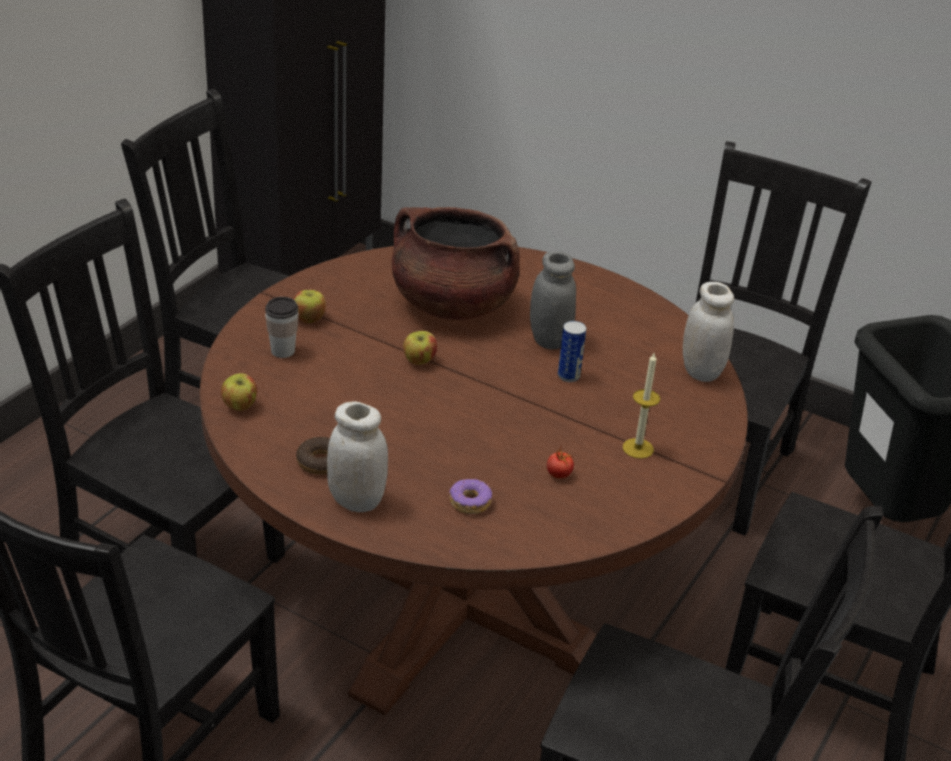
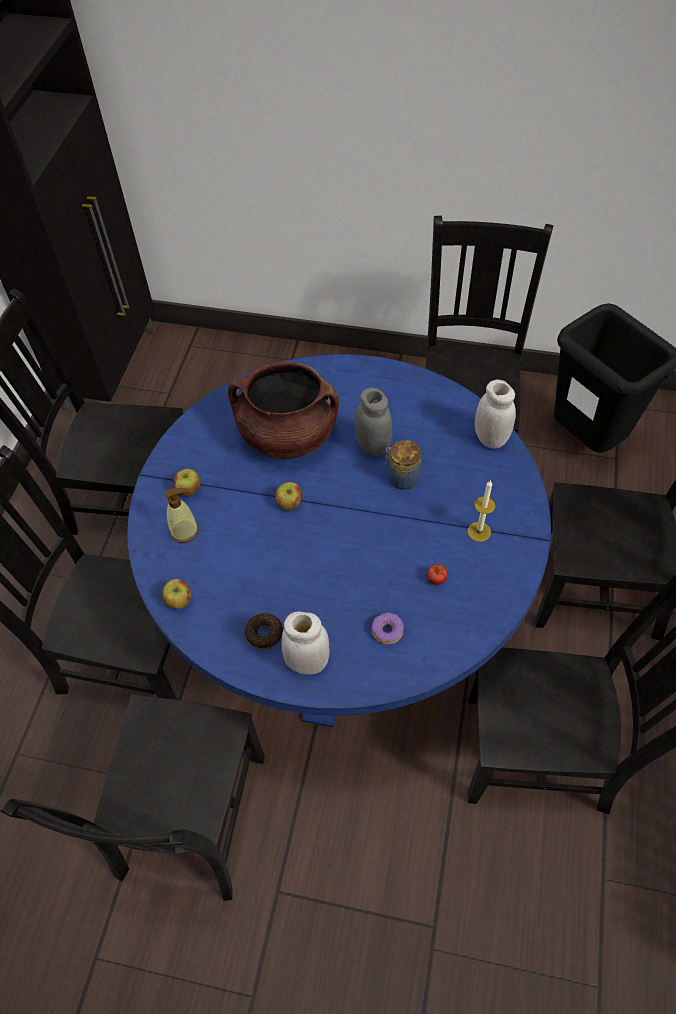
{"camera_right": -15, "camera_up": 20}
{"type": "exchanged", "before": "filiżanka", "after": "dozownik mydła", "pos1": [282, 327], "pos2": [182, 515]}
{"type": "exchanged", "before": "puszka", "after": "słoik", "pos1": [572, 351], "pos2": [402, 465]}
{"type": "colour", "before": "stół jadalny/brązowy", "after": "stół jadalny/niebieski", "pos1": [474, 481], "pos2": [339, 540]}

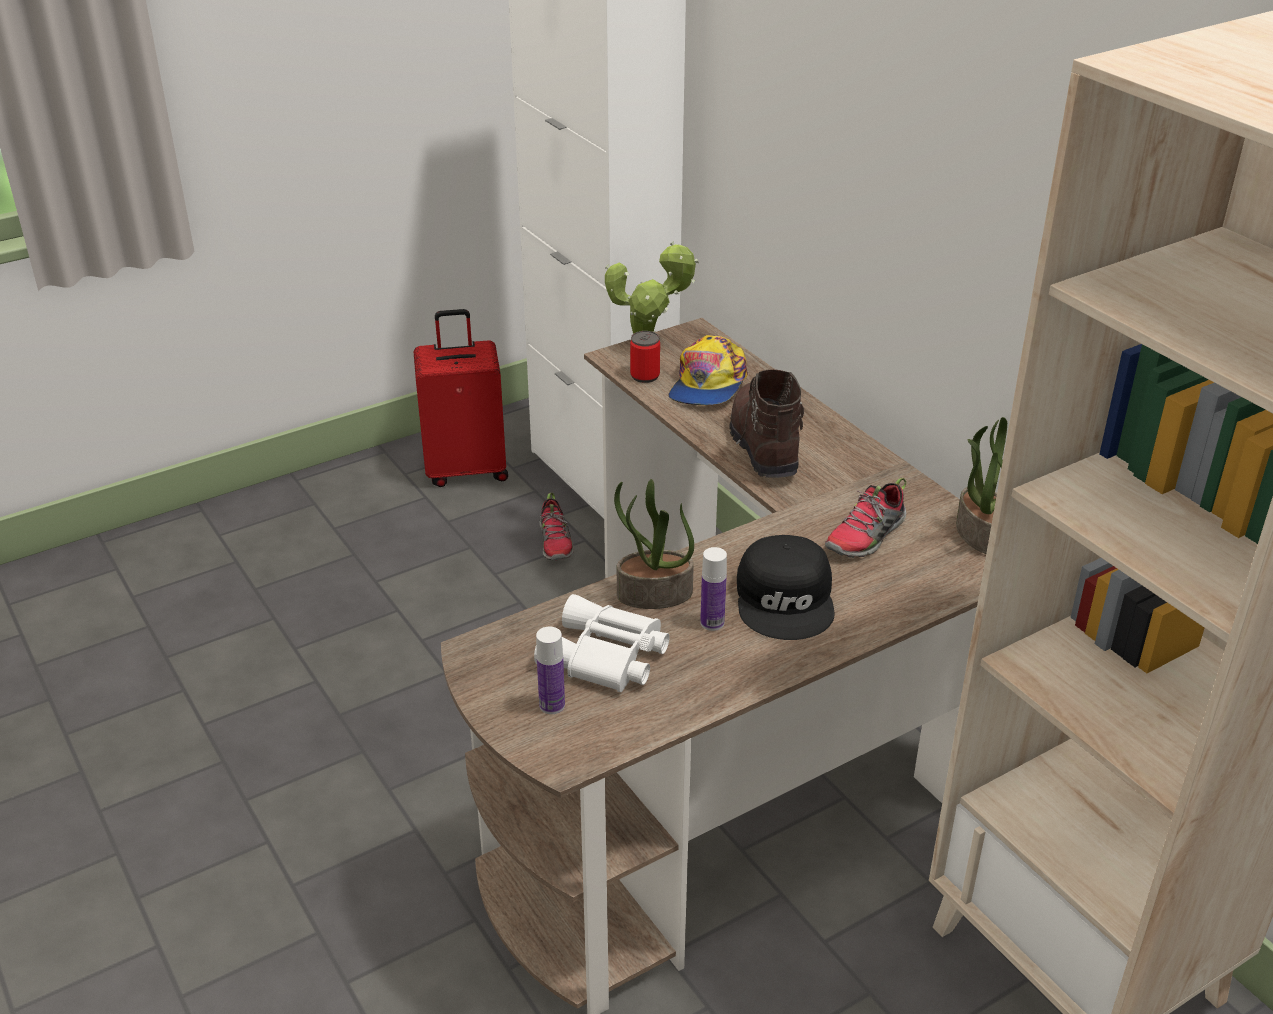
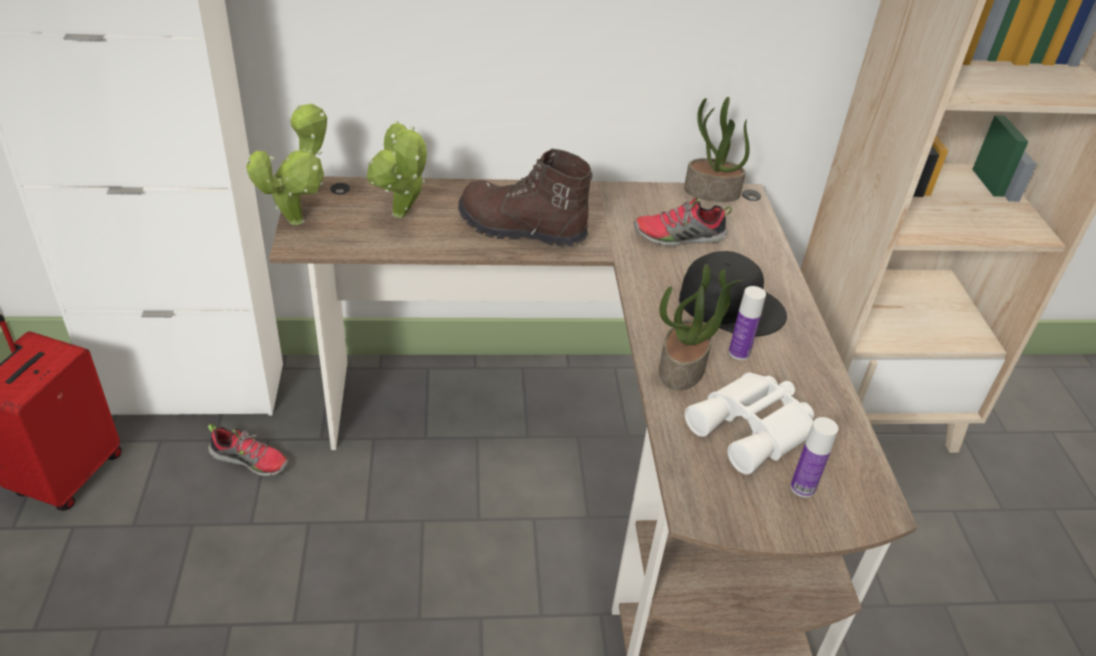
{"camera_right": -65, "camera_up": 5}
{"type": "missing", "before": "puszka", "pos1": [645, 357]}
{"type": "exchanged", "before": "czapka z daszkiem", "after": "roślina doniczkowa", "pos1": [708, 370], "pos2": [397, 169]}
{"type": "spun", "before": "but", "pos1": [865, 518], "pos2": [683, 221], "turn": 105}

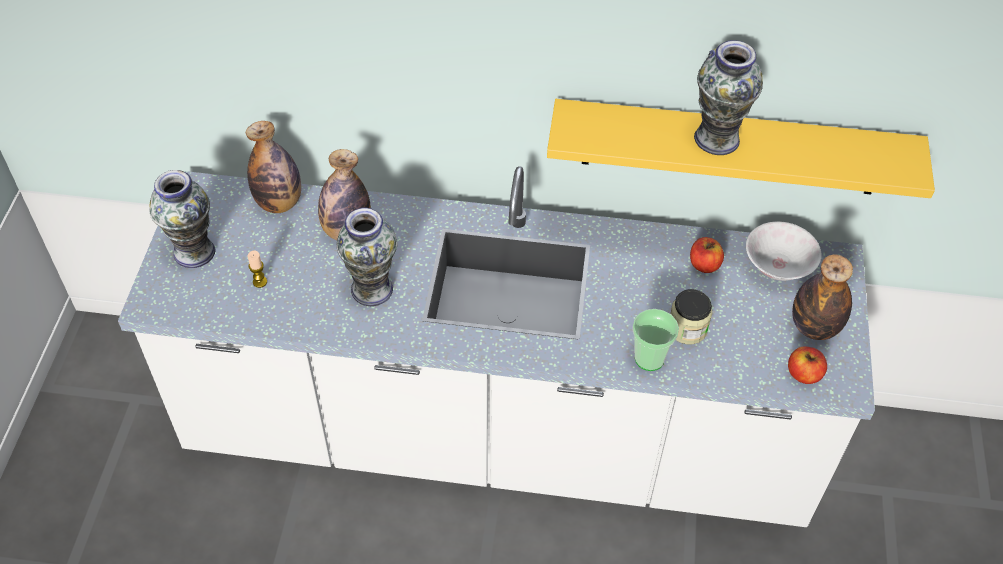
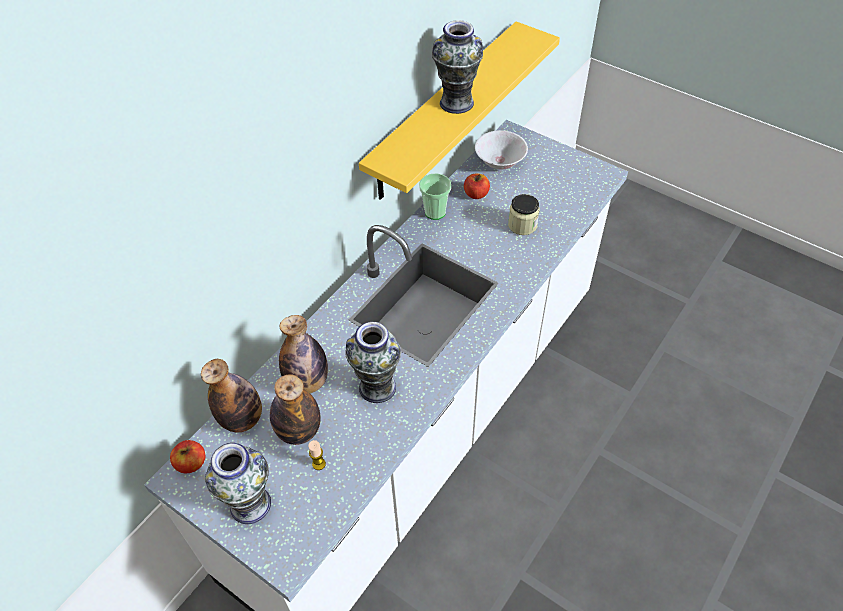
{"camera_right": -60, "camera_up": 0}
{"type": "relocated", "before": "filiżanka", "pos1": [655, 340], "pos2": [435, 196]}
{"type": "relocated", "before": "jabłko", "pos1": [807, 365], "pos2": [187, 457]}
{"type": "relocated", "before": "butelka", "pos1": [822, 297], "pos2": [295, 409]}

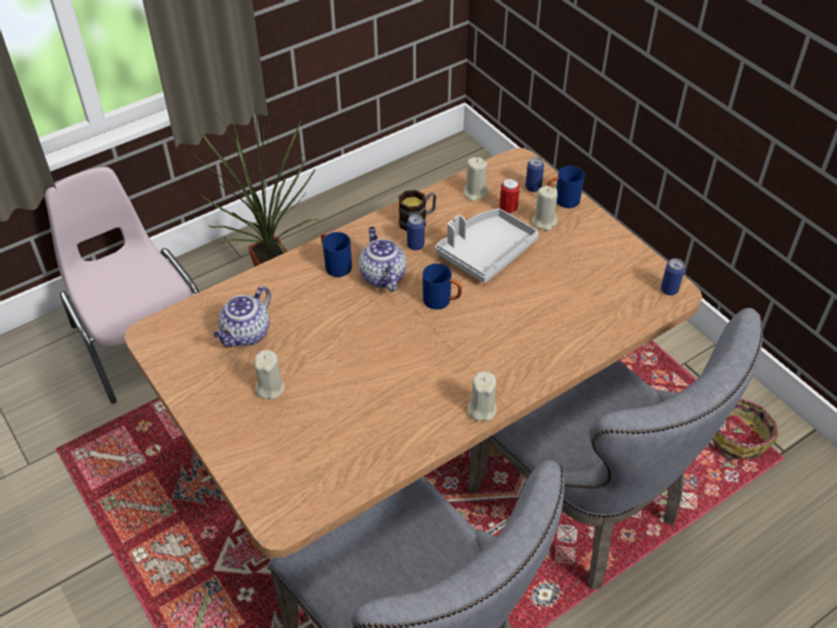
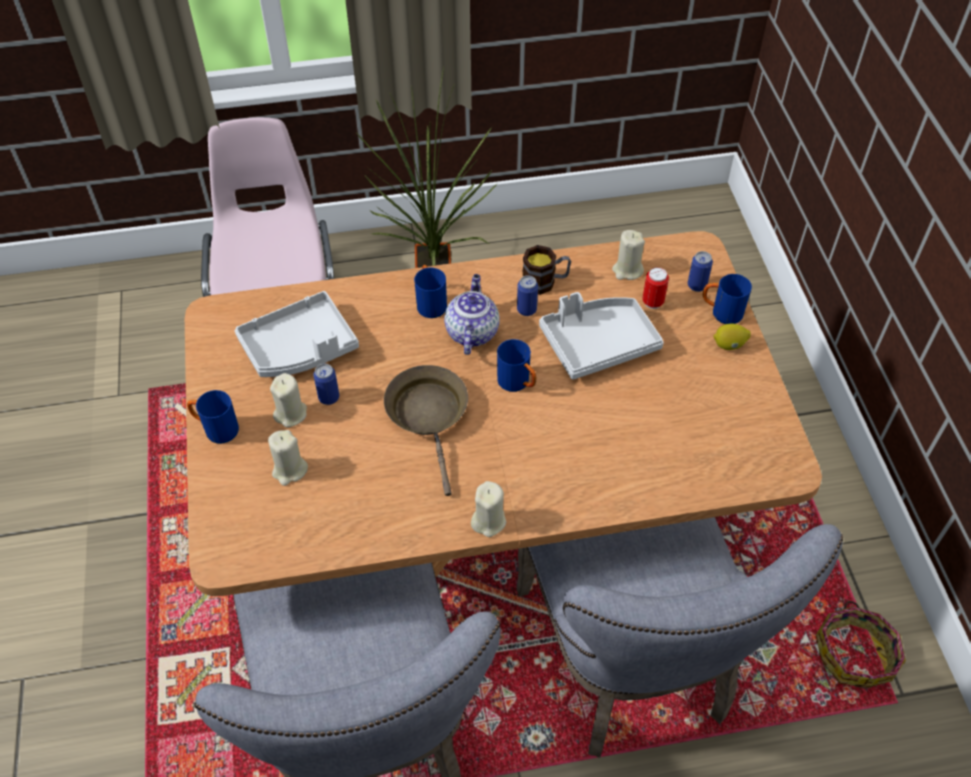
{"camera_right": 25, "camera_up": 5}
{"type": "appeared", "after": "kubek/niebieski", "pos2": [213, 417]}
{"type": "appeared", "after": "patelnia/brązowy", "pos2": [426, 430]}
{"type": "appeared", "after": "cytryna", "pos2": [732, 337]}
{"type": "relocated", "before": "świeca/beżowy", "pos1": [545, 208], "pos2": [288, 458]}
{"type": "relocated", "before": "puszka", "pos1": [673, 276], "pos2": [326, 384]}
{"type": "exchanged", "before": "imbryk", "after": "taca/szary", "pos1": [242, 316], "pos2": [297, 334]}

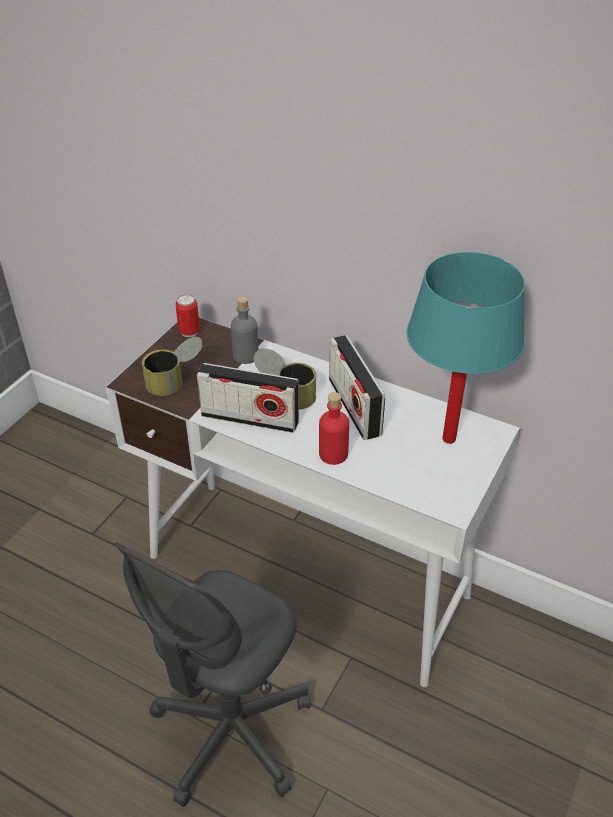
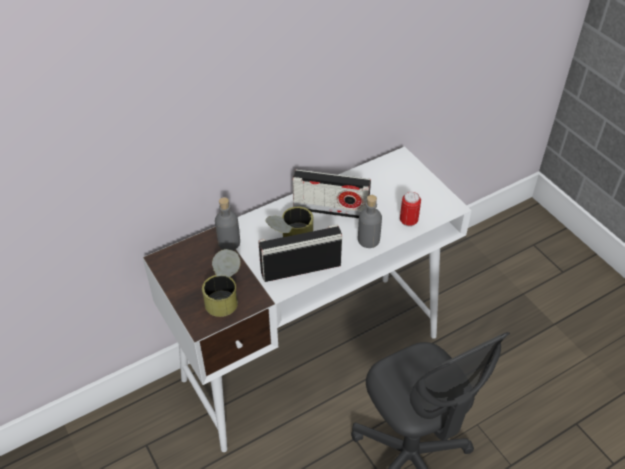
{"camera_right": -60, "camera_up": 5}
{"type": "missing", "before": "lampa stołowa/turkusowy", "pos1": [466, 348]}
{"type": "relocated", "before": "puszka", "pos1": [188, 316], "pos2": [410, 209]}
{"type": "colour", "before": "butelka/czerwony", "after": "butelka/szary", "pos1": [334, 428], "pos2": [370, 221]}
{"type": "spun", "before": "radio", "pos1": [248, 398], "pos2": [300, 253], "turn": -150}

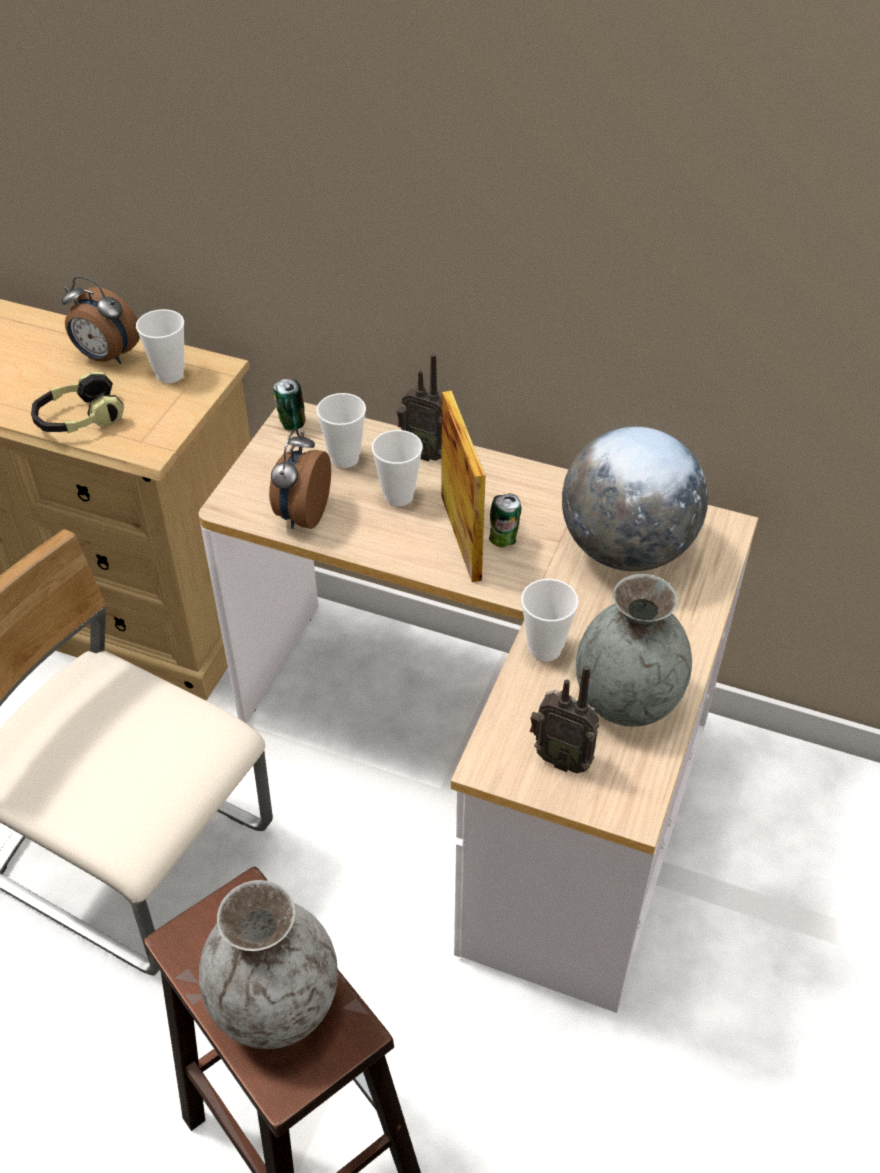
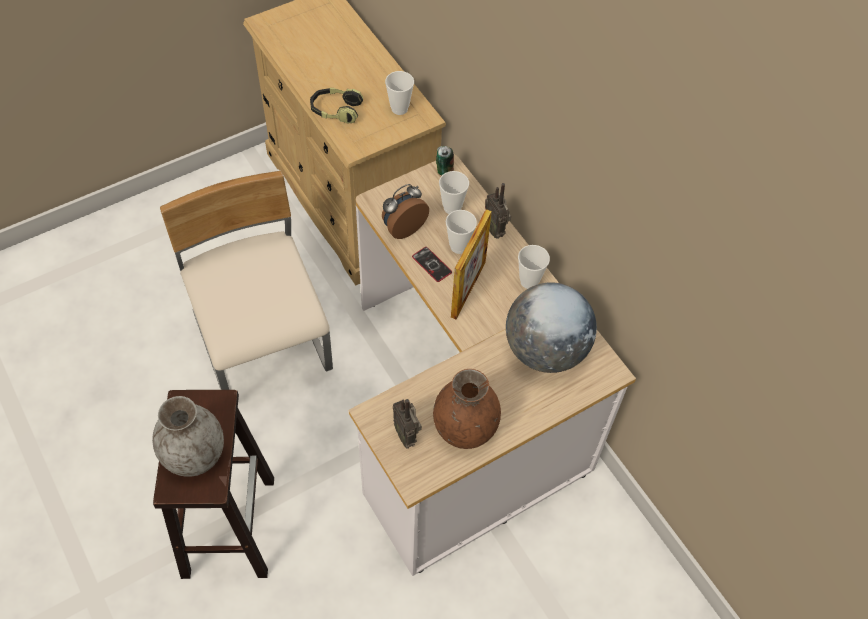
{"camera_right": 35, "camera_up": 10}
{"type": "missing", "before": "budzik", "pos1": [100, 320]}
{"type": "missing", "before": "puszka", "pos1": [505, 520]}
{"type": "appeared", "after": "telefon", "pos2": [432, 264]}
{"type": "relocated", "before": "filiżanka", "pos1": [550, 620], "pos2": [534, 267]}
{"type": "colour", "before": "wazon/szary", "after": "wazon/brązowy", "pos1": [634, 650], "pos2": [467, 409]}

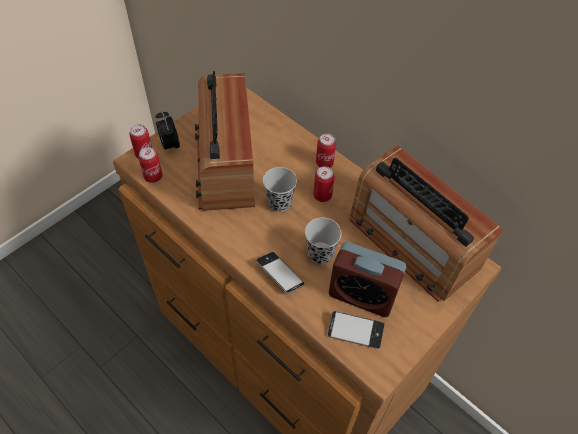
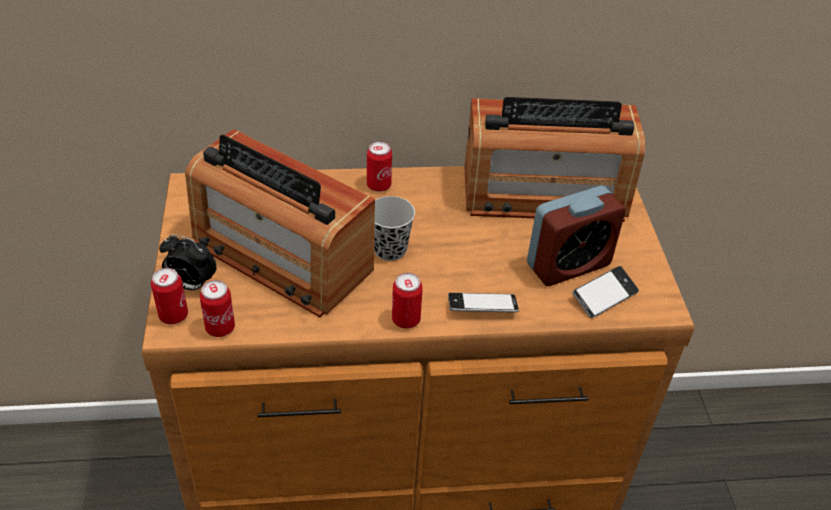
{"camera_right": -50, "camera_up": -10}
{"type": "missing", "before": "filiżanka/czarny", "pos1": [323, 240]}
{"type": "relocated", "before": "puszka", "pos1": [324, 184], "pos2": [407, 301]}

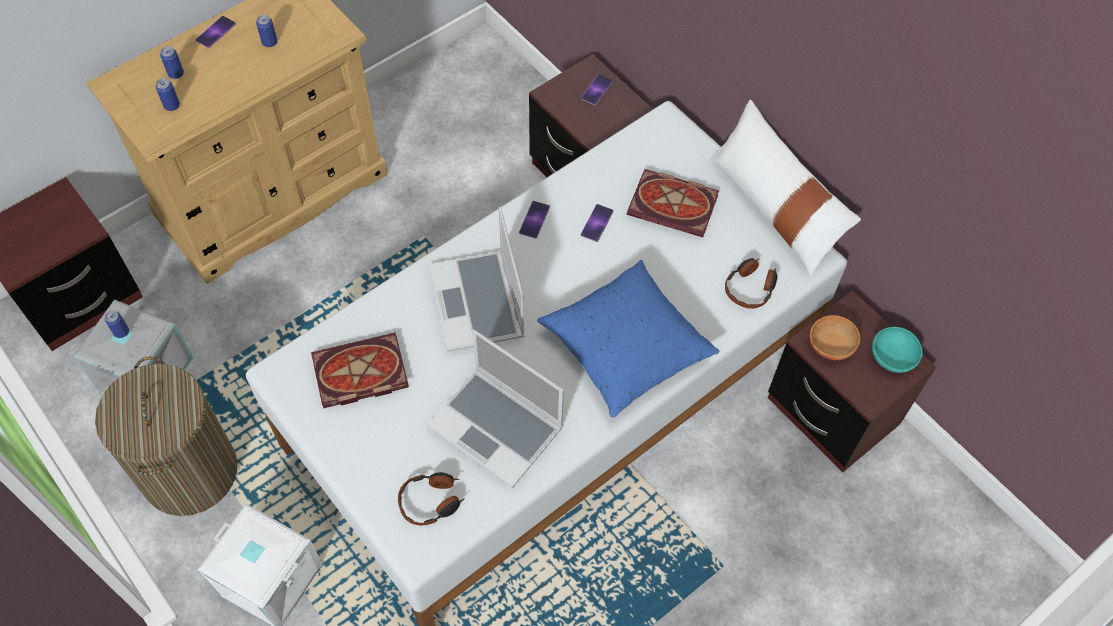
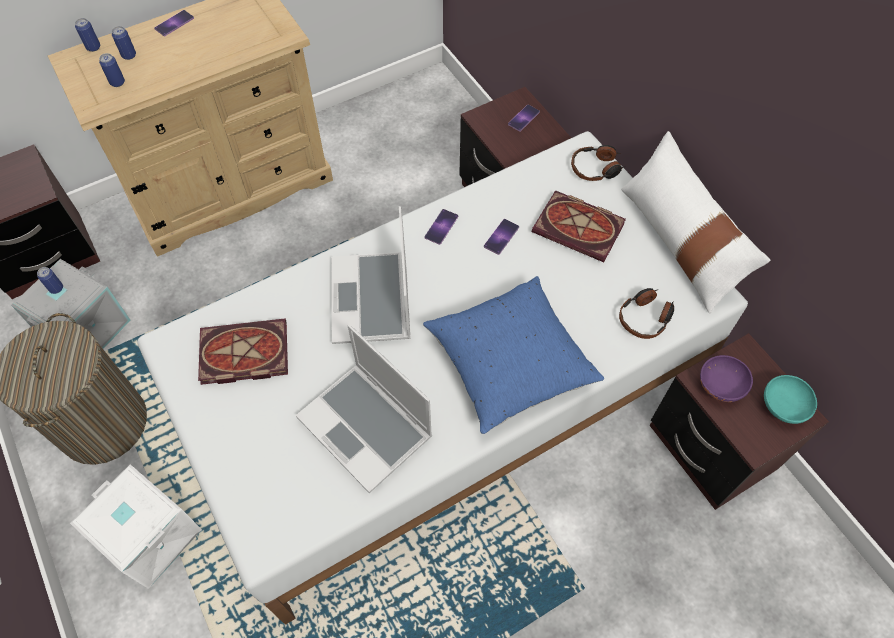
{"camera_right": 10, "camera_up": 0}
{"type": "relocated", "before": "puszka", "pos1": [266, 30], "pos2": [87, 35]}
{"type": "relocated", "before": "słuchawki", "pos1": [431, 499], "pos2": [598, 163]}
{"type": "colour", "before": "miska/brązowy", "after": "miska/fioletowy", "pos1": [835, 337], "pos2": [726, 378]}

